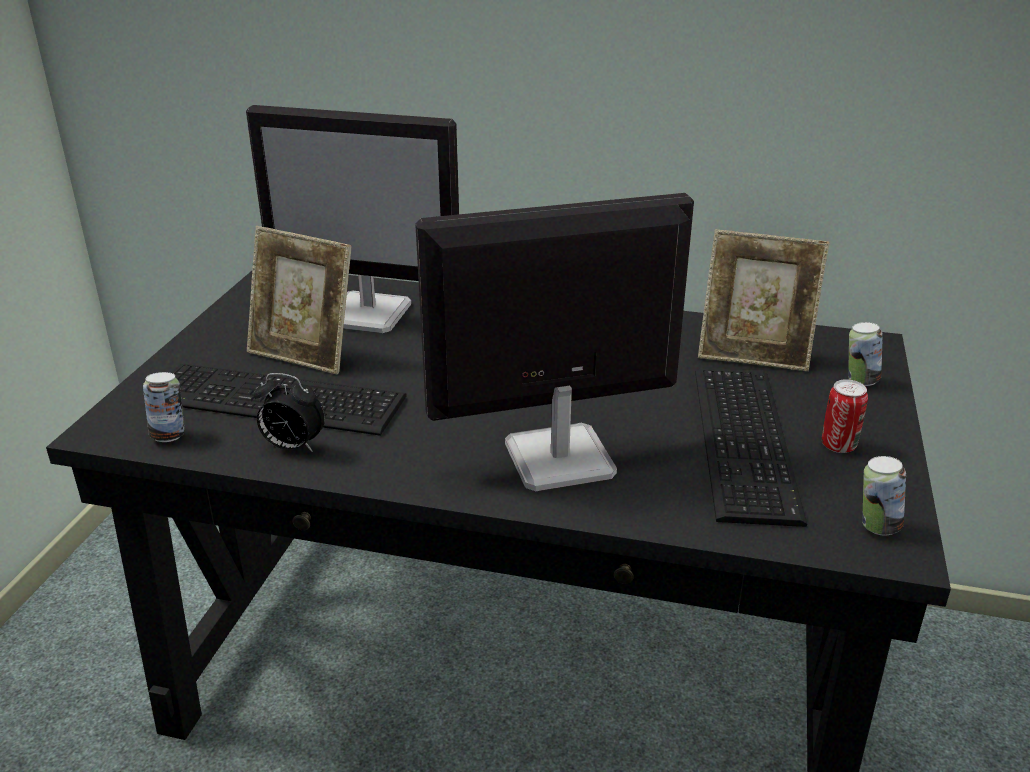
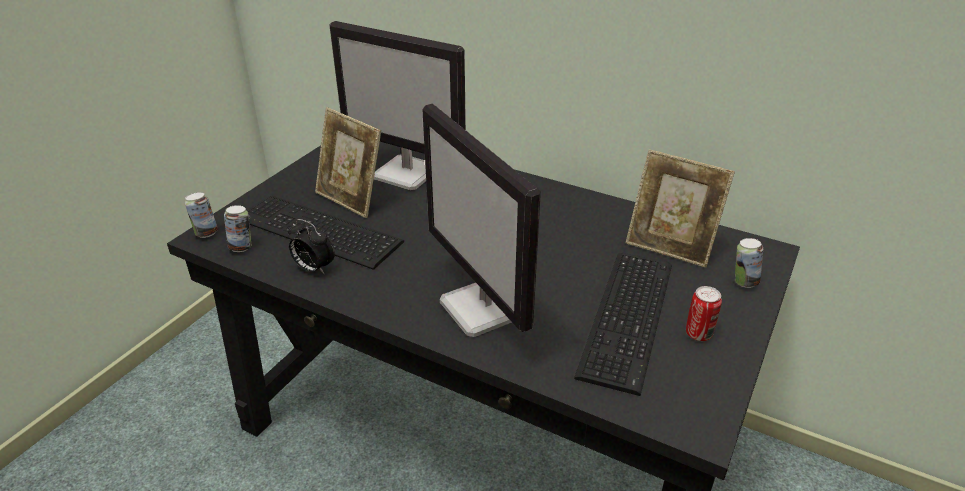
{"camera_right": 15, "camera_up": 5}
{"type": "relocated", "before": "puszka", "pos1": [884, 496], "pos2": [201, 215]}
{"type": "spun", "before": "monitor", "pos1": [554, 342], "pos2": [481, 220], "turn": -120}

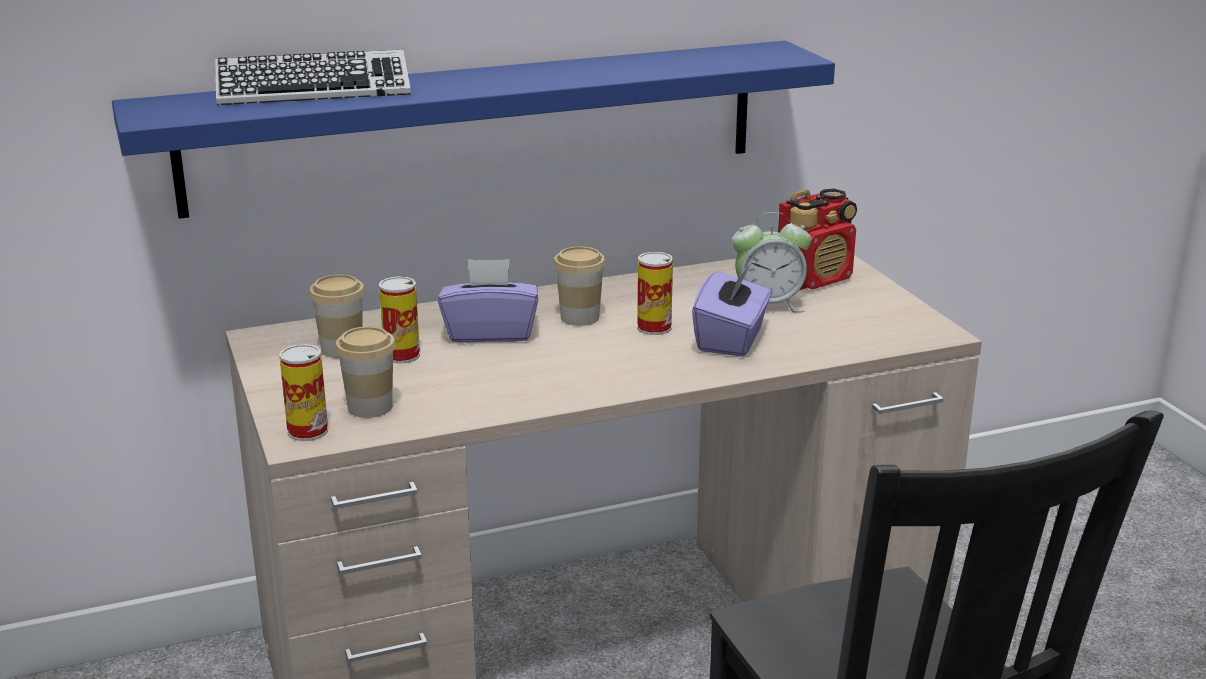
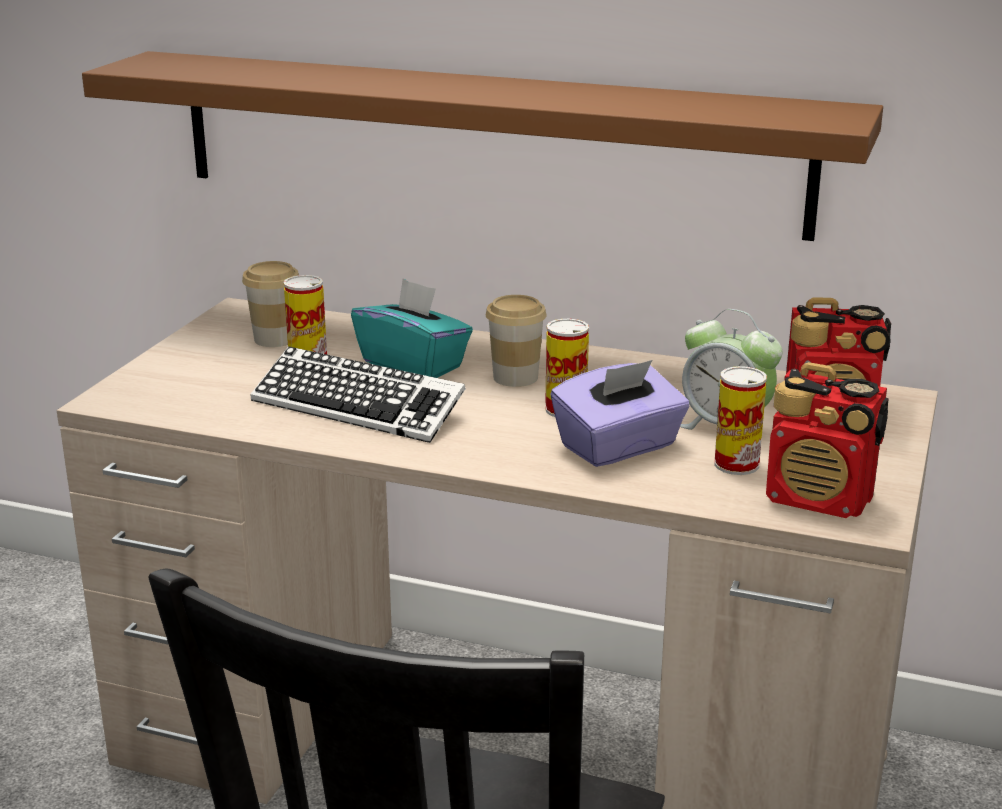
{"camera_right": 40, "camera_up": 0}
{"type": "missing", "before": "filiżanka", "pos1": [365, 372]}
{"type": "appeared", "after": "radio", "pos2": [827, 440]}
{"type": "relocated", "before": "klawiatura", "pos1": [313, 77], "pos2": [358, 394]}
{"type": "relocated", "before": "puszka", "pos1": [303, 392], "pos2": [740, 420]}
{"type": "colour", "before": "półka/niebieski", "after": "półka/brązowy", "pos1": [473, 130], "pos2": [482, 146]}
{"type": "colour", "before": "pudełko chusteczek/fioletowy", "after": "pudełko chusteczek/turkusowy", "pos1": [488, 301], "pos2": [412, 328]}

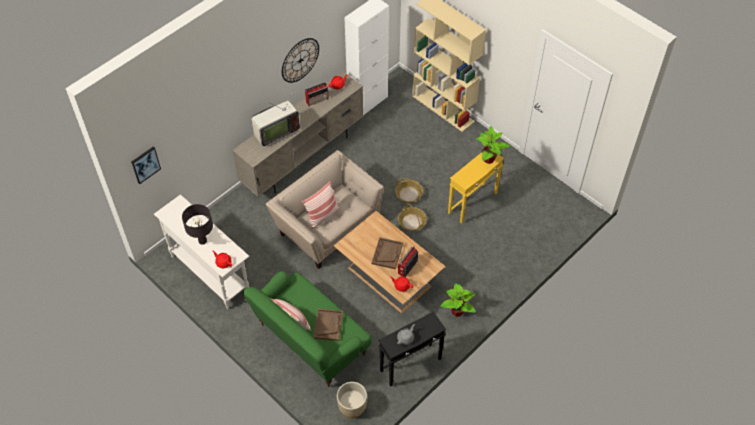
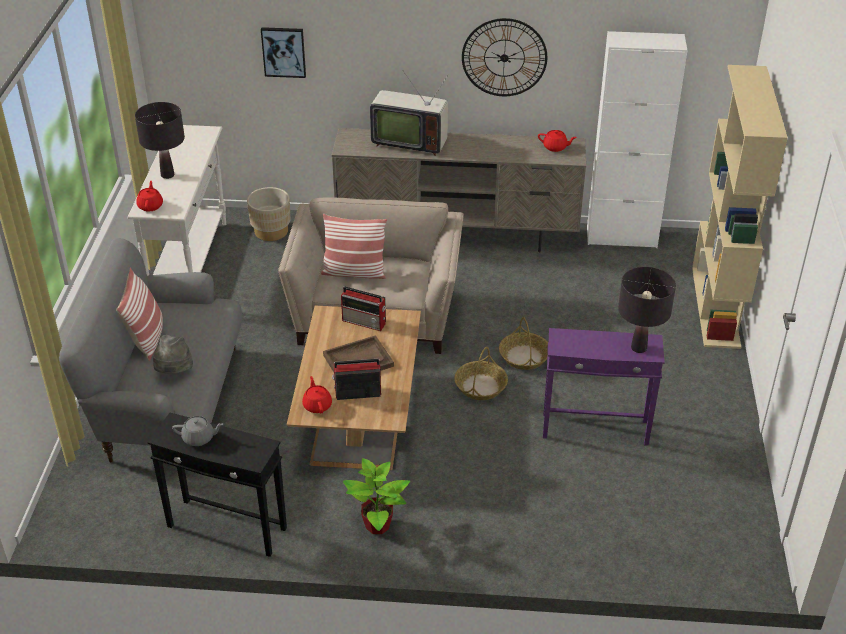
{"camera_right": 50, "camera_up": -15}
{"type": "relocated", "before": "obraz", "pos1": [146, 165], "pos2": [283, 52]}
{"type": "relocated", "before": "radio", "pos1": [317, 94], "pos2": [363, 308]}
{"type": "relocated", "before": "donica/beżowy", "pos1": [352, 400], "pos2": [268, 214]}
{"type": "exchanged", "before": "taca/brązowy", "after": "kapelusz/szary", "pos1": [328, 325], "pos2": [173, 354]}
{"type": "exchanged", "before": "roślina doniczkowa", "after": "lampa stołowa/czarny", "pos1": [493, 145], "pos2": [647, 310]}
{"type": "colour", "before": "kanapa/zielony", "after": "kanapa/szary", "pos1": [307, 329], "pos2": [150, 350]}
{"type": "colour", "before": "stolik/żółty", "after": "stolik/fioletowy", "pos1": [476, 188], "pos2": [604, 387]}

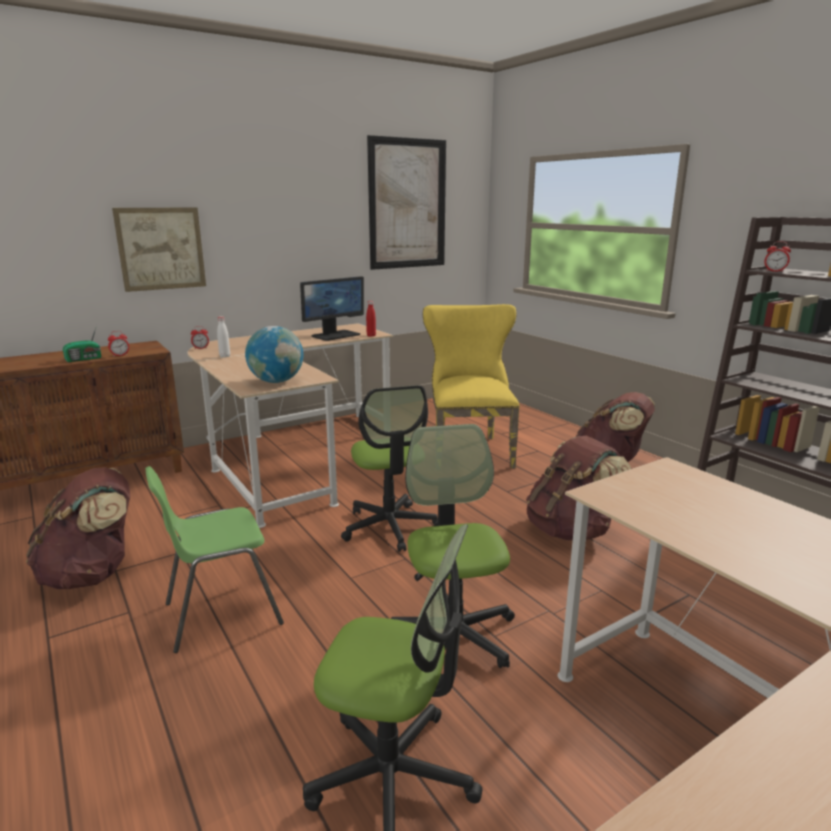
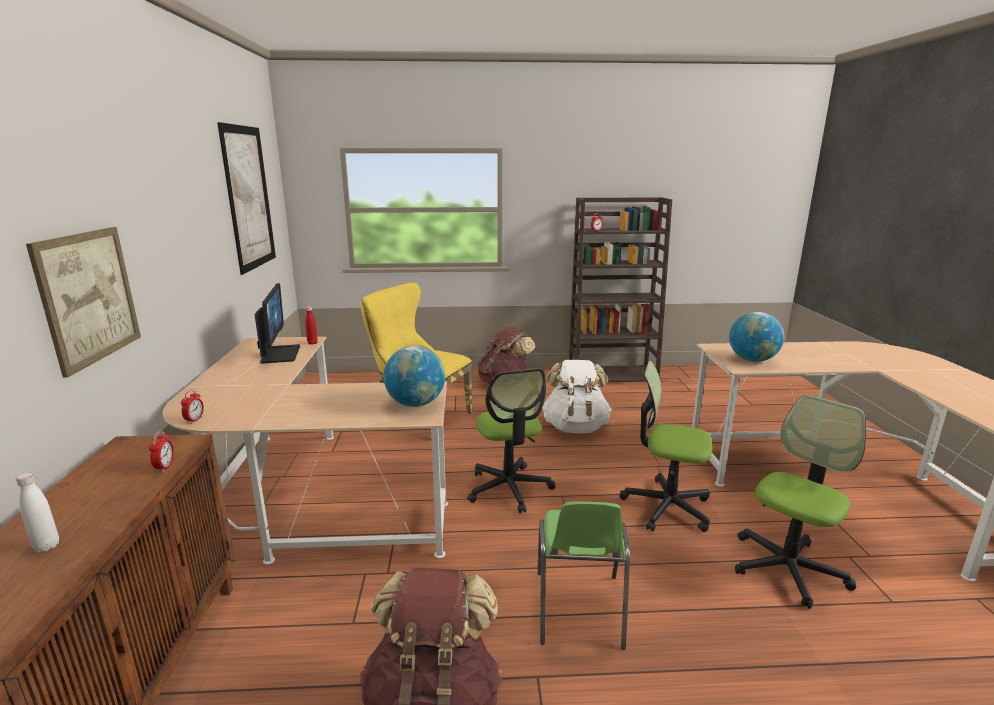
{"camera_right": -60, "camera_up": 0}
{"type": "missing", "before": "radio", "pos1": [82, 343]}
{"type": "appeared", "after": "globus", "pos2": [756, 337]}
{"type": "relocated", "before": "butelka/biały", "pos1": [223, 337], "pos2": [37, 512]}
{"type": "colour", "before": "plecak/brązowy", "after": "plecak/biały", "pos1": [578, 488], "pos2": [577, 396]}
{"type": "spun", "before": "krzesło biurowe", "pos1": [389, 468], "pos2": [511, 440], "turn": 60}

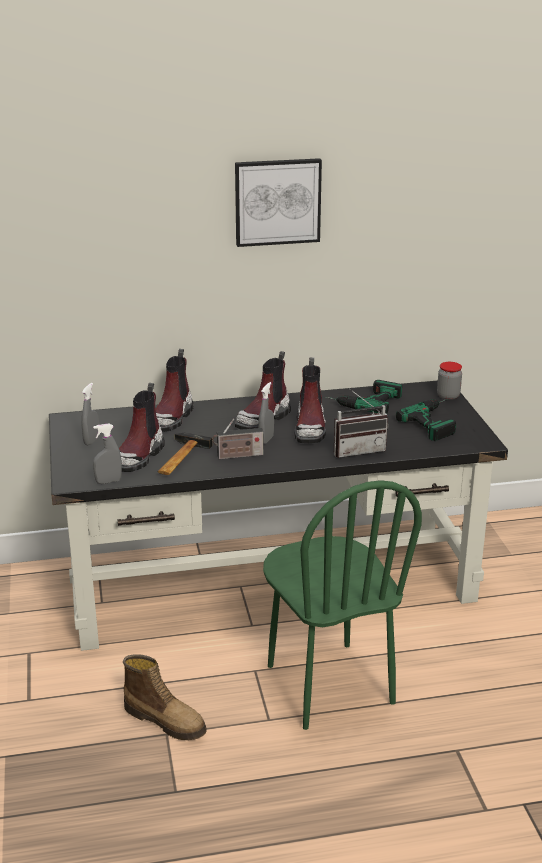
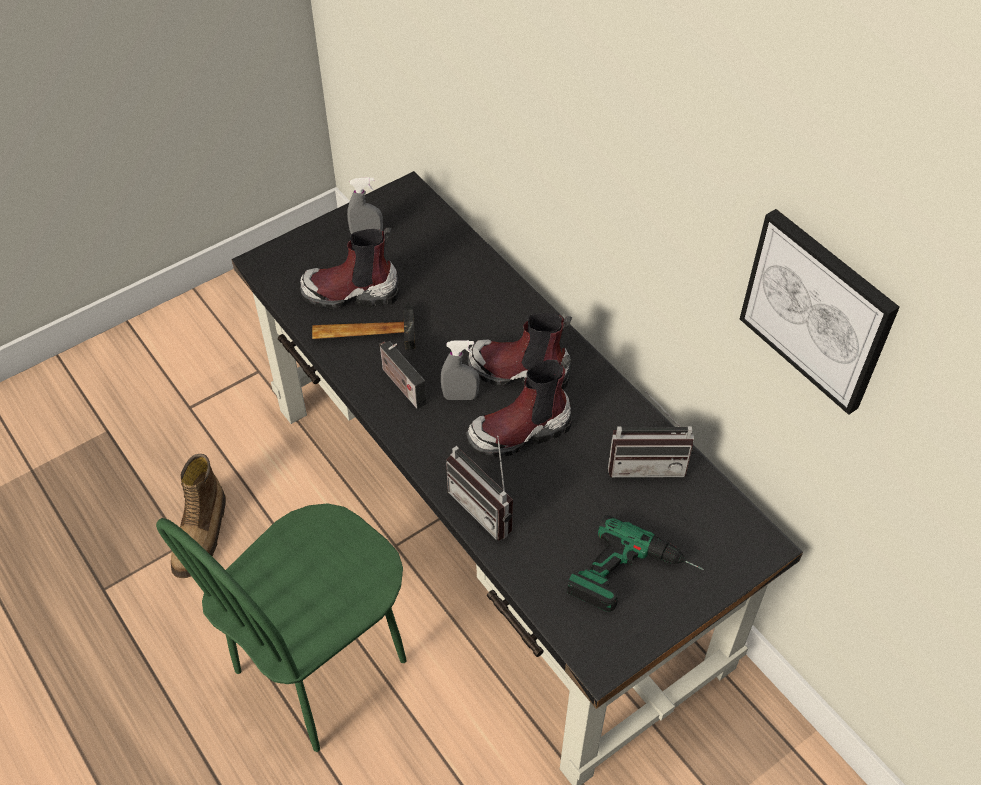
{"camera_right": 65, "camera_up": 25}
{"type": "missing", "before": "spryskiwacz/szary", "pos1": [107, 453]}
{"type": "missing", "before": "but z cholewką", "pos1": [174, 390]}
{"type": "missing", "before": "słoik", "pos1": [449, 381]}
{"type": "relocated", "before": "obraz", "pos1": [278, 202], "pos2": [820, 312]}
{"type": "exchanged", "before": "wiertarka", "after": "radio", "pos1": [363, 397], "pos2": [651, 434]}

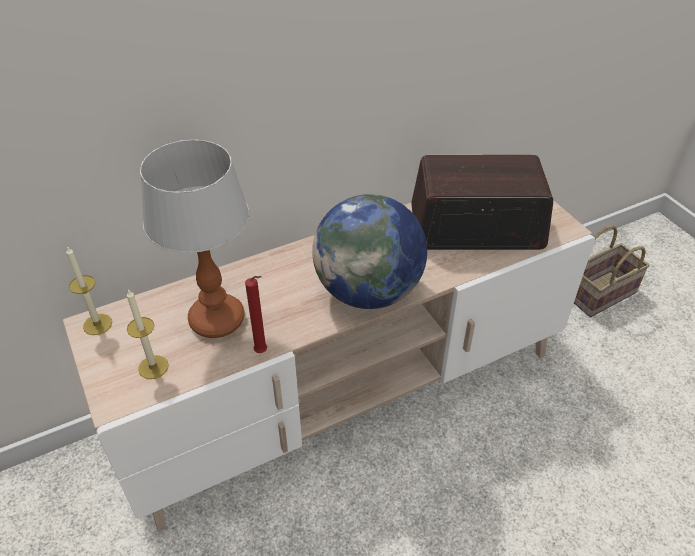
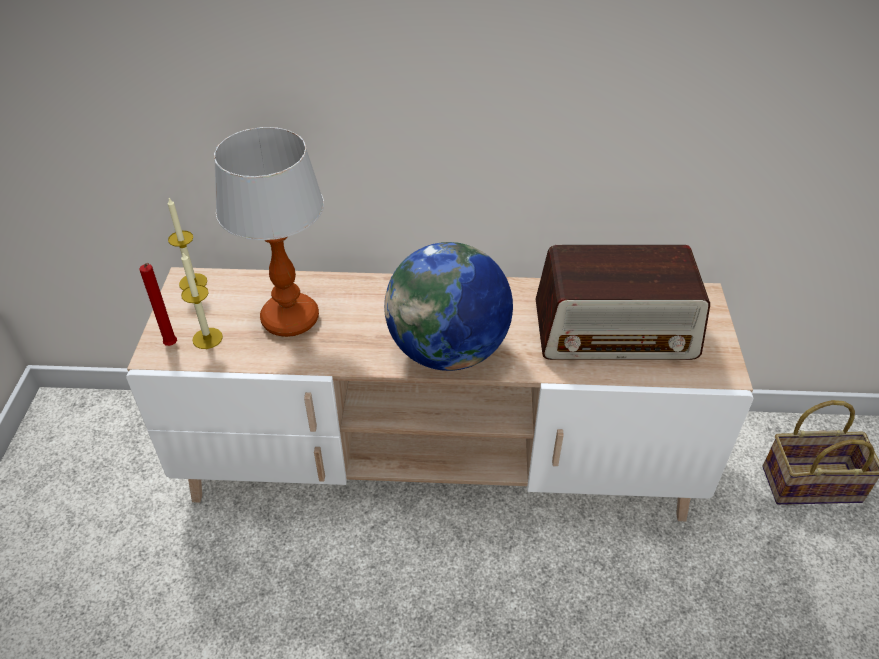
{"camera_right": 30, "camera_up": 0}
{"type": "relocated", "before": "świeca/czerwony", "pos1": [256, 314], "pos2": [158, 304]}
{"type": "spun", "before": "radio", "pos1": [482, 202], "pos2": [623, 302], "turn": 150}

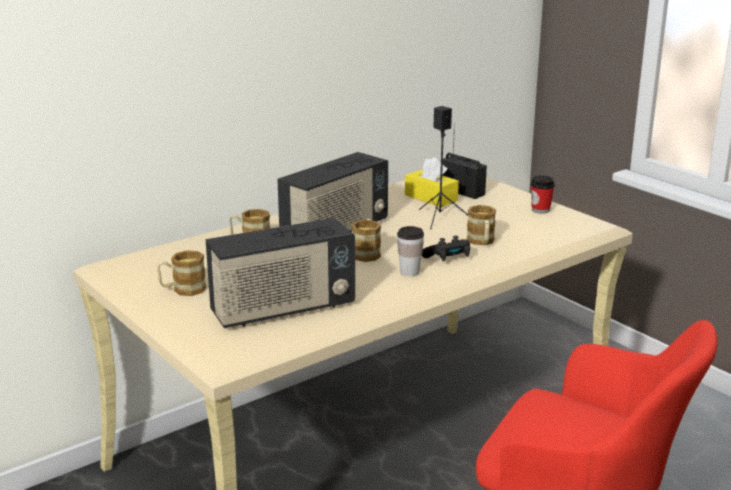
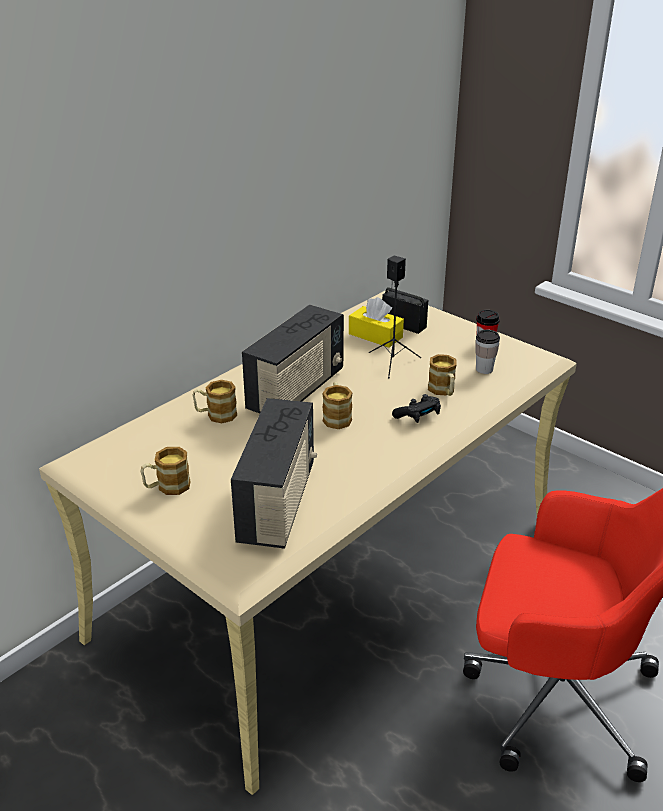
{"camera_right": -10, "camera_up": 10}
{"type": "relocated", "before": "filiżanka", "pos1": [410, 251], "pos2": [487, 352]}
{"type": "spun", "before": "radio", "pos1": [280, 273], "pos2": [274, 473], "turn": -45}

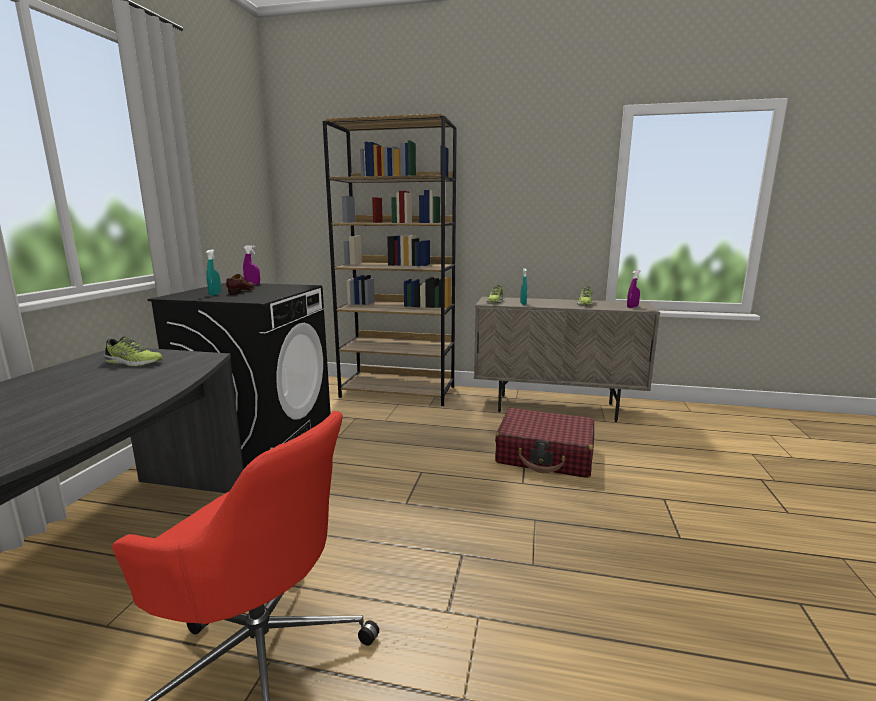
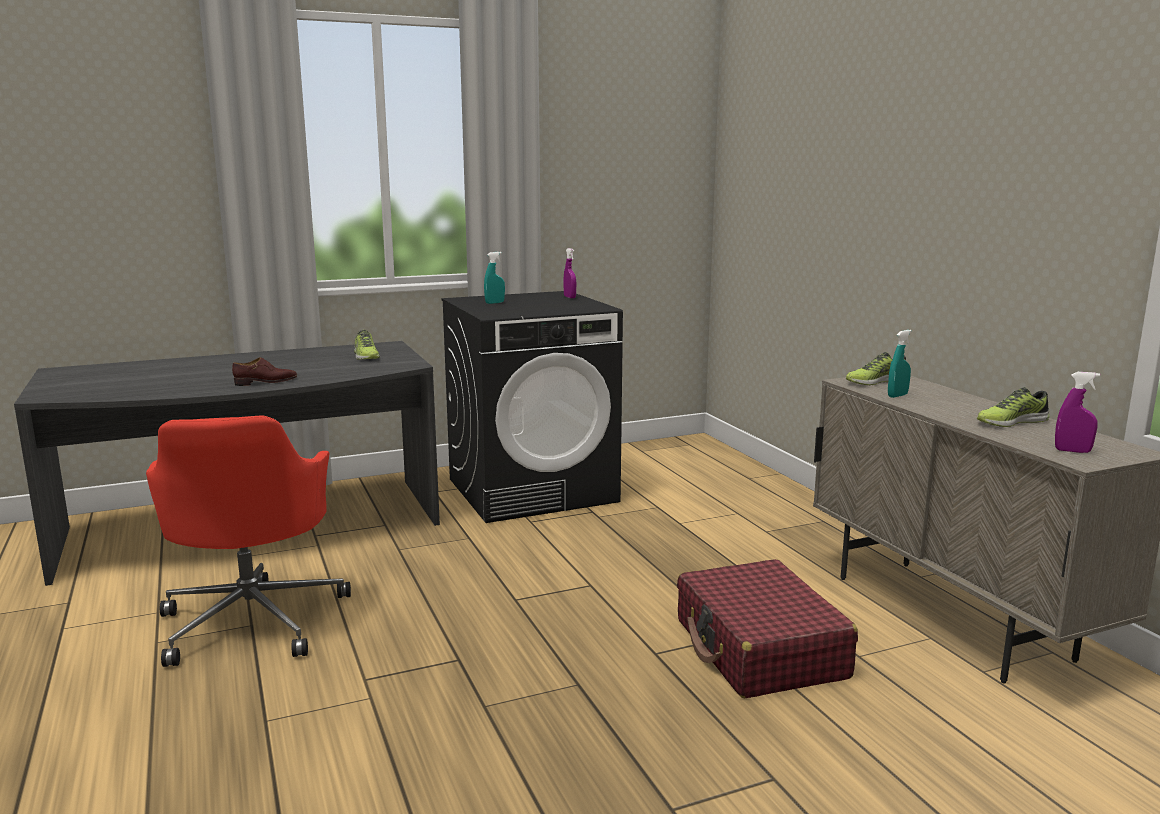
{"camera_right": 55, "camera_up": 0}
{"type": "missing", "before": "regał/brązowy", "pos1": [390, 260]}
{"type": "relocated", "before": "but/brązowy", "pos1": [240, 284], "pos2": [264, 371]}

